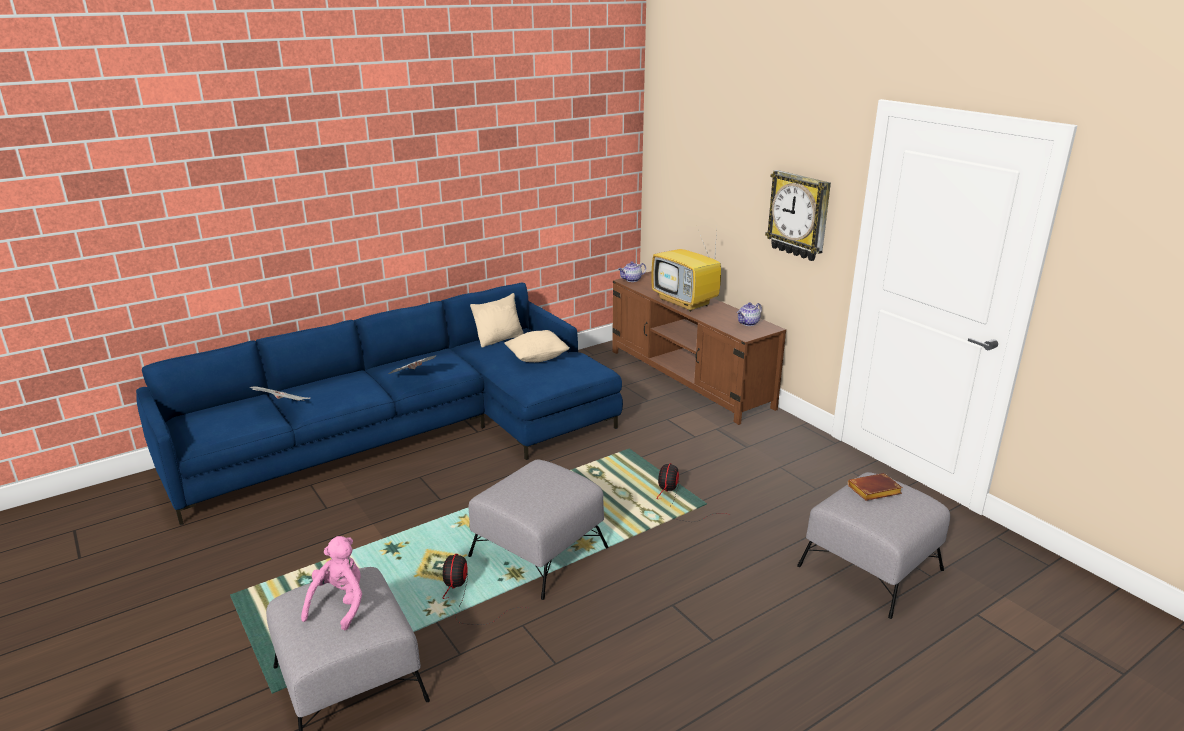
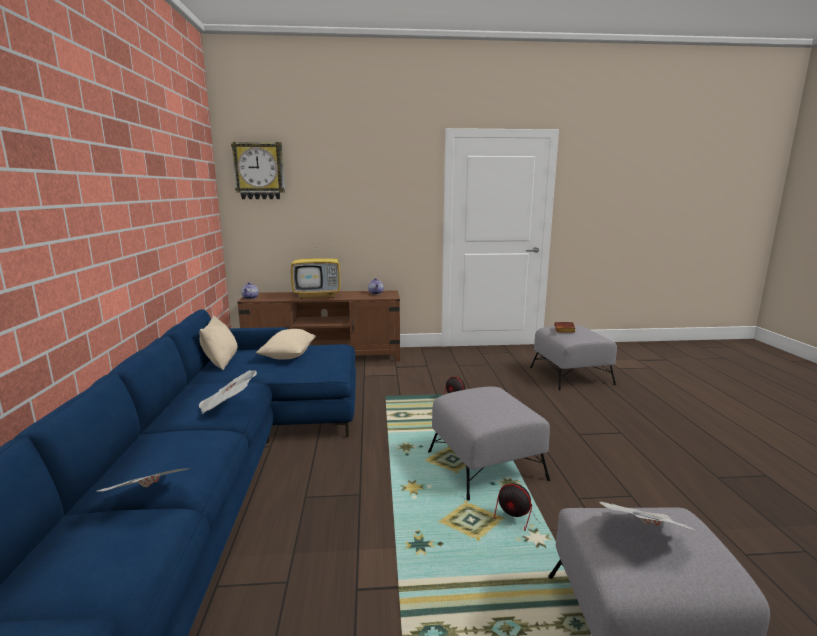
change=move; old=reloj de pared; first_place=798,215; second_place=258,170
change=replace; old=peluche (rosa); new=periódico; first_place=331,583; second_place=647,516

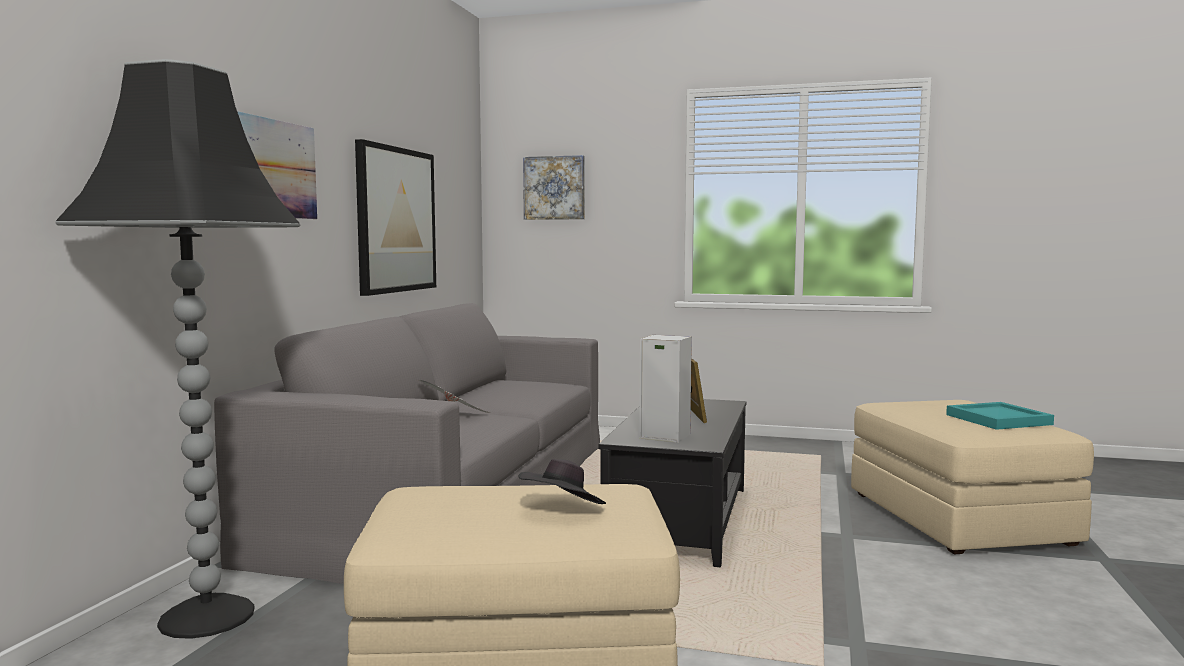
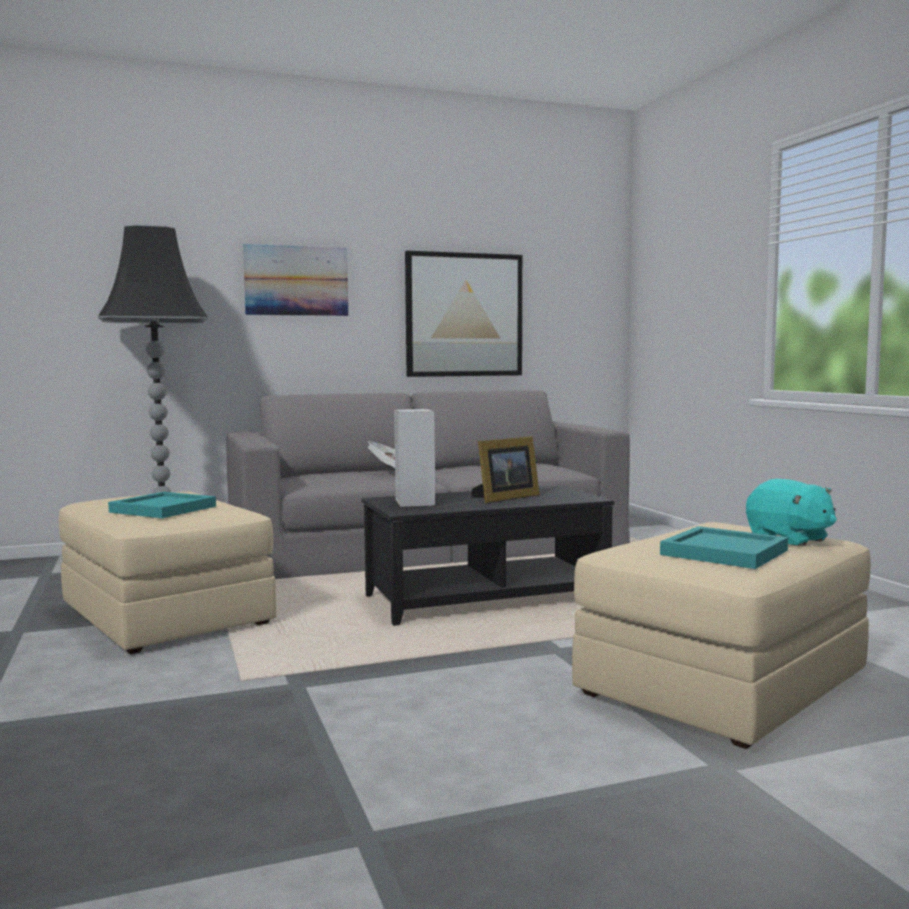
change=delete; old=cuadro; first_place=554,187
change=replace; old=sombrero (negro); new=bandeja (turquesa); first_place=562,481; second_place=162,505
change=insert; new=peluche (turquesa); second_place=791,512

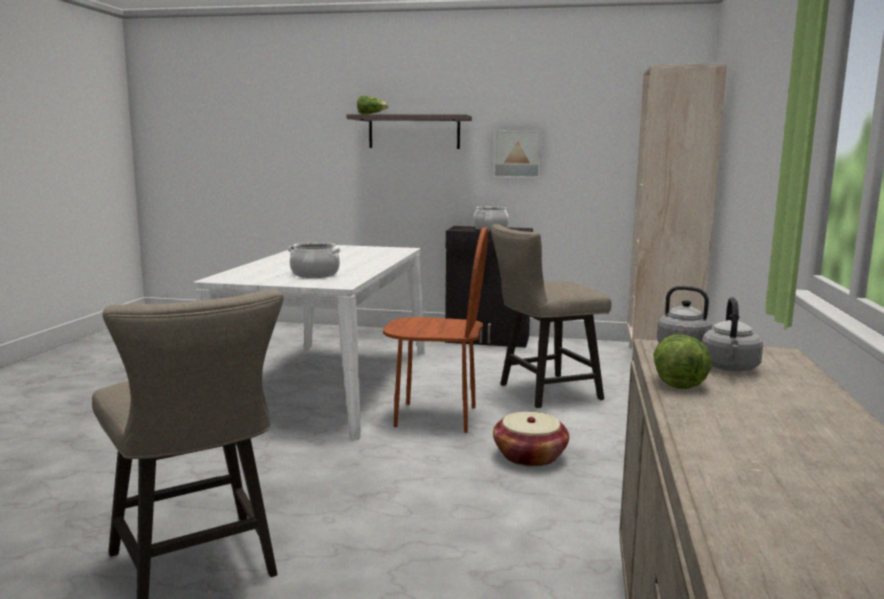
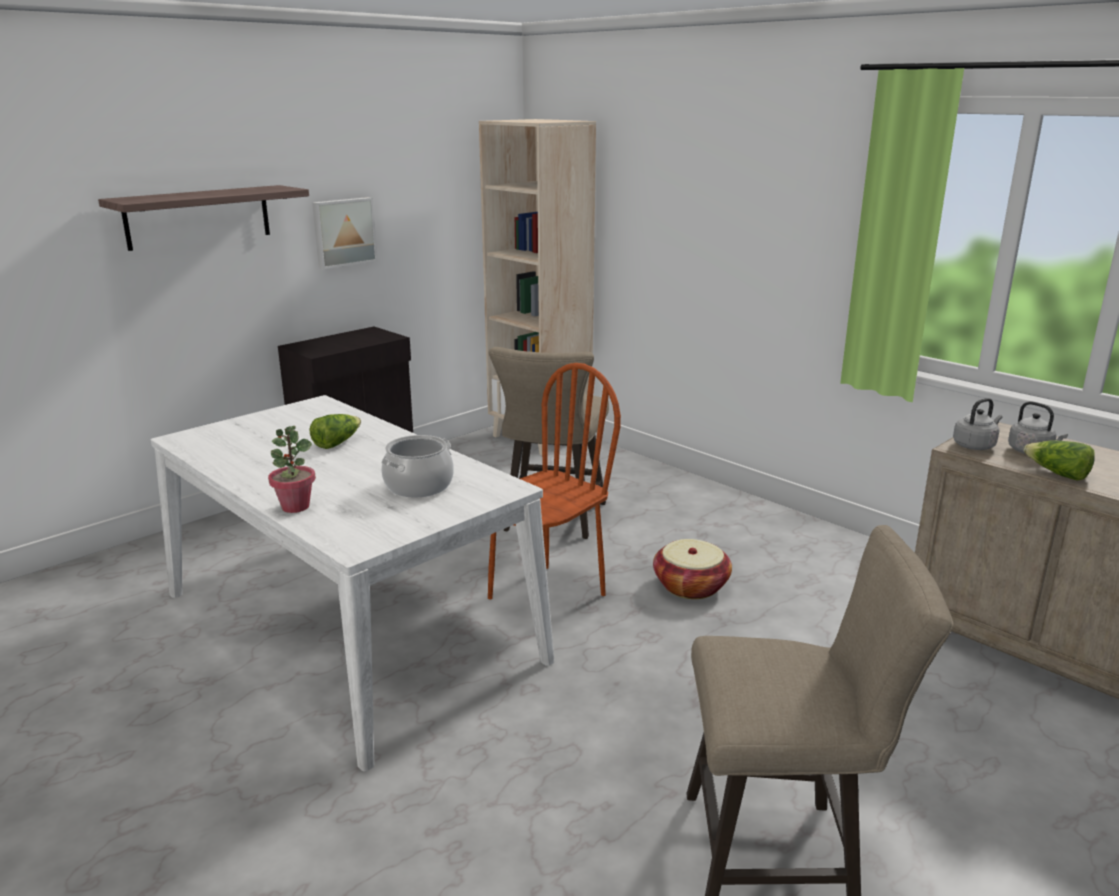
change=move; old=lechuga; first_place=373,105; second_place=335,431
change=delete; old=olla; first_place=491,218
change=insert; new=planta en maceta; second_place=292,469

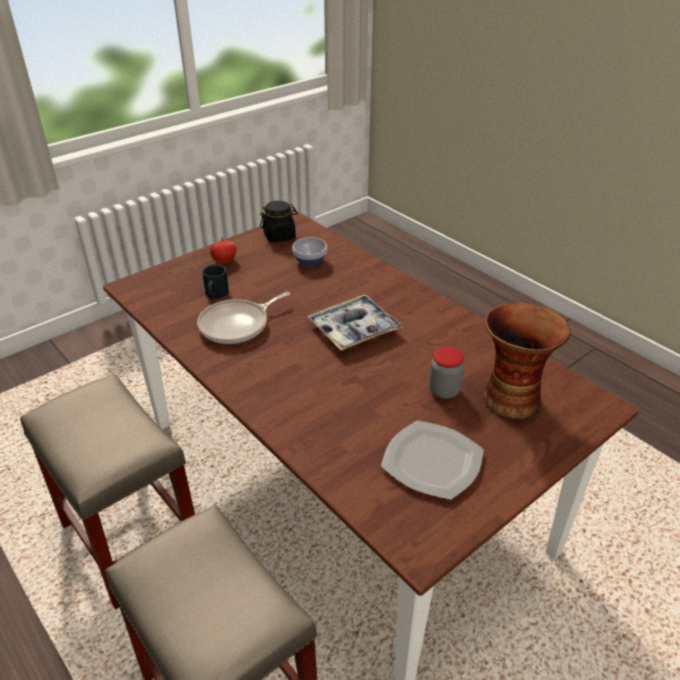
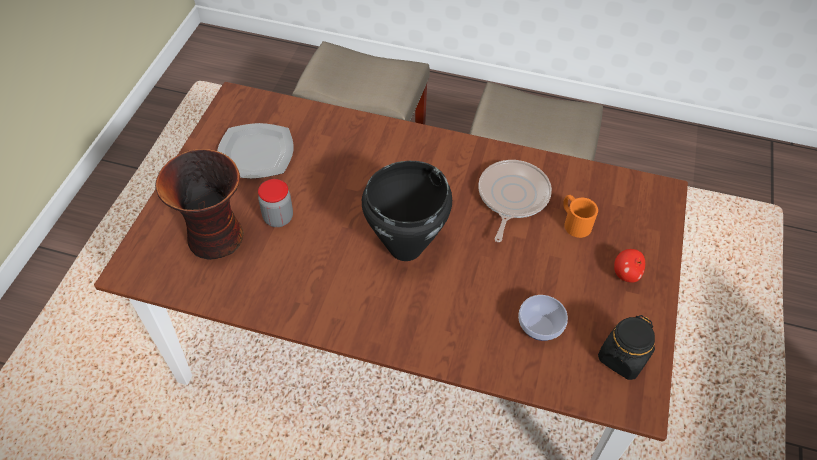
change=recolor; old=taza grande (negro); new=taza grande (naranja); first_place=215,282; second_place=580,216
change=replace; old=bandeja; new=olla (negro); first_place=355,322; second_place=407,211

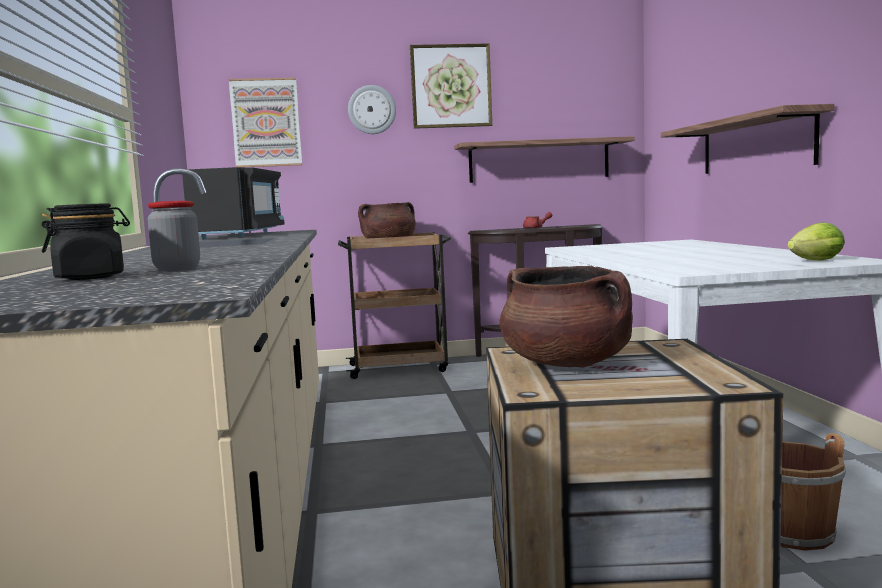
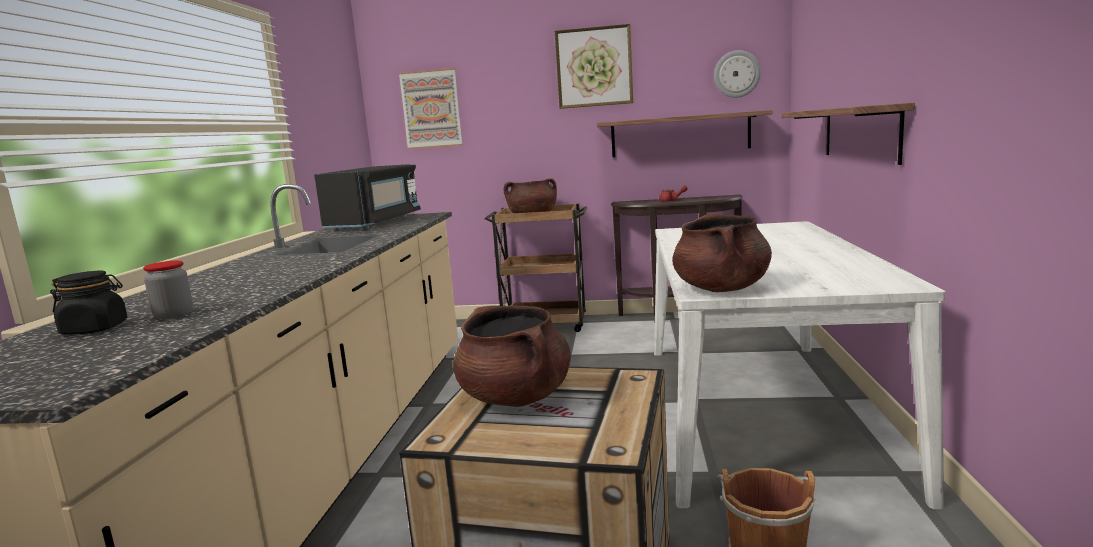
change=move; old=reloj de pared; first_place=372,109; second_place=737,74
change=delete; old=lechuga; first_place=816,241
change=insert; new=olla (marrón); second_place=722,253

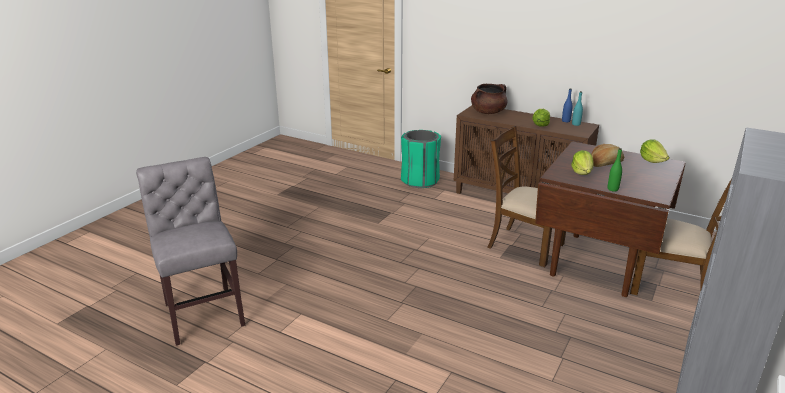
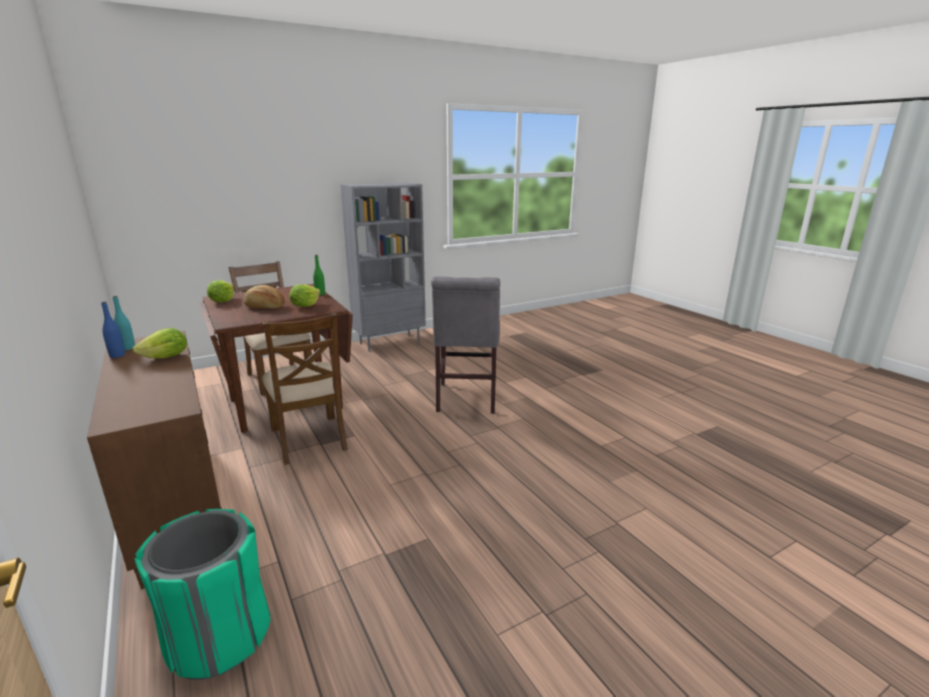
change=delete; old=olla (marrón); first_place=489,99
change=move; old=silla (gris); first_place=190,251; second_place=465,345

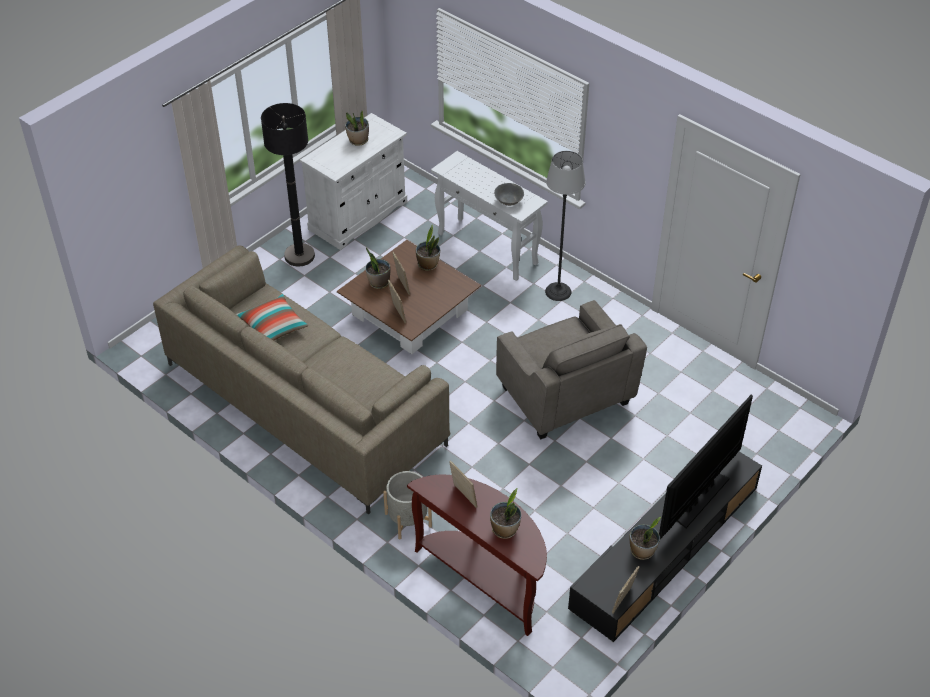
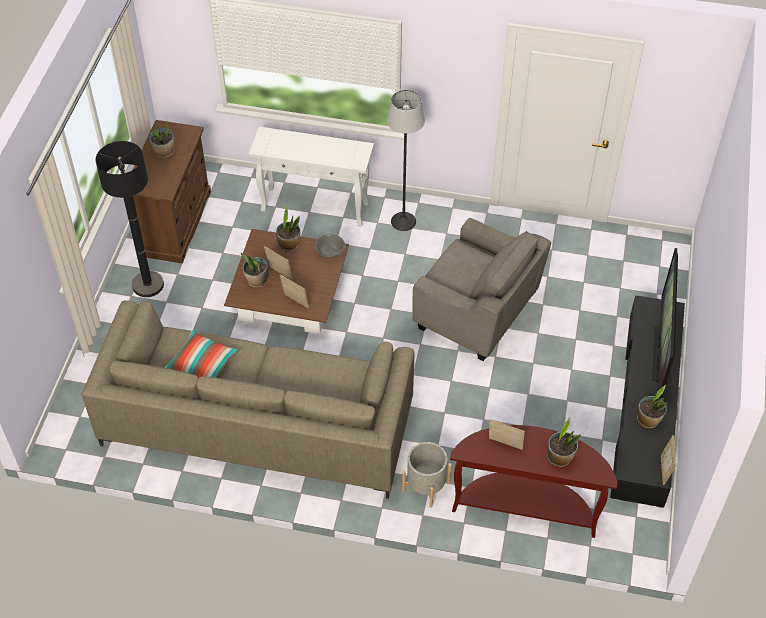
change=recolor; old=armario (blanco); new=armario (marrón); first_place=353,181; second_place=172,191
change=move; old=cuenco (gris); first_place=509,194; second_place=330,246

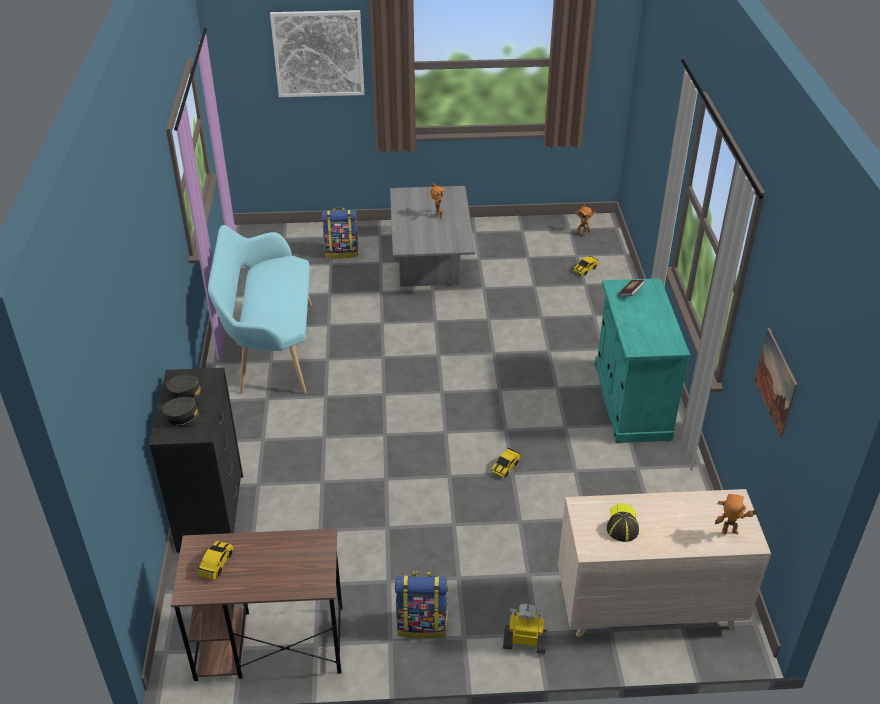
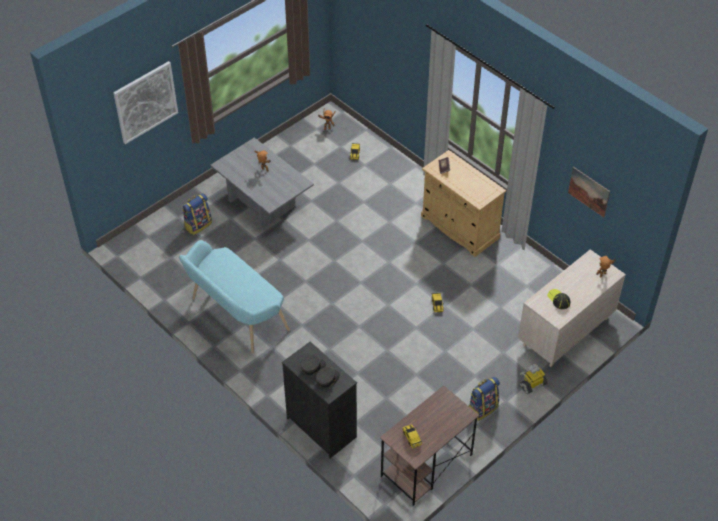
change=recolor; old=armario (turquesa); new=armario (beis); first_place=642,360; second_place=463,203

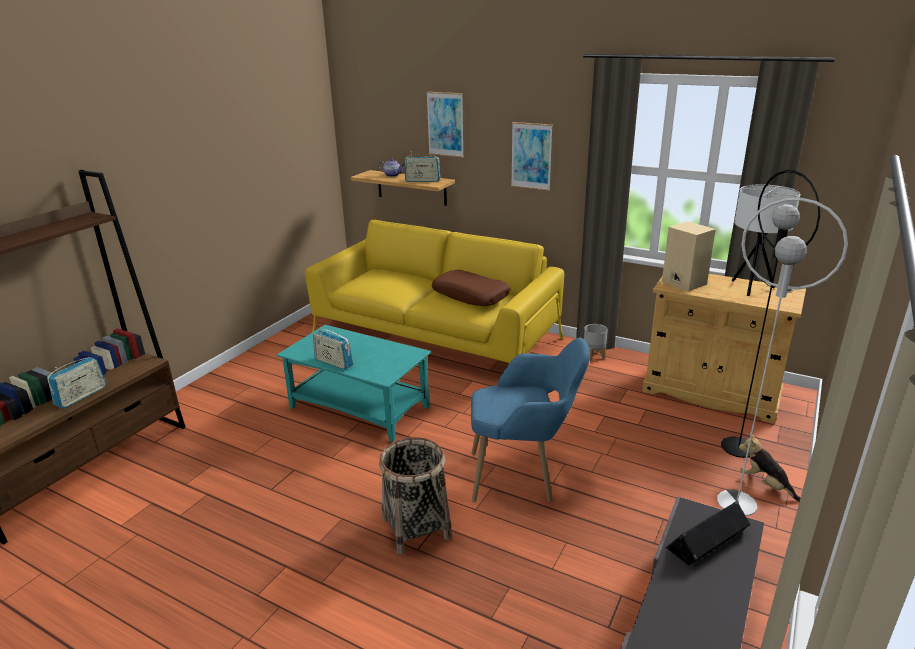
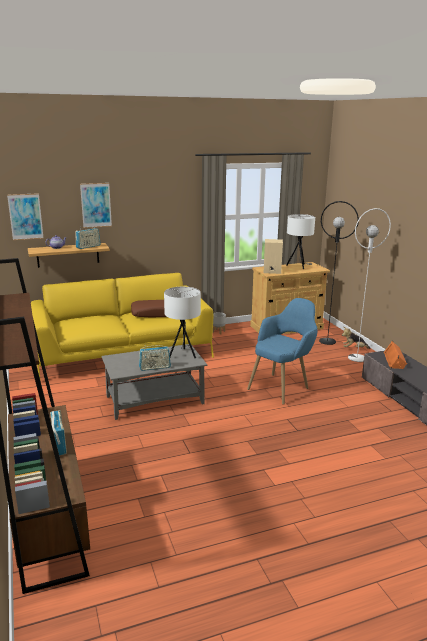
change=move; old=cuadro; first_place=532,156; second_place=25,216
change=recolor; old=mesa de centro (turquesa); new=mesa de centro (gris); first_place=354,383; second_place=154,382
change=delete; old=cesta; first_place=415,496
change=recolor; old=altavoz (negro); new=altavoz (naranja); first_place=708,533; second_place=395,355
change=insert; new=lámpara de mesa (blanco); second_place=182,322

